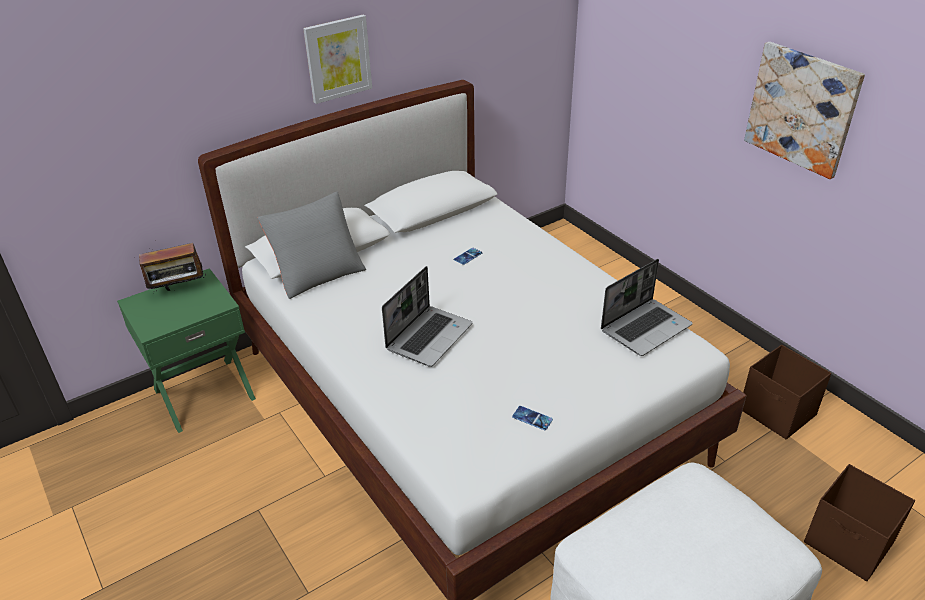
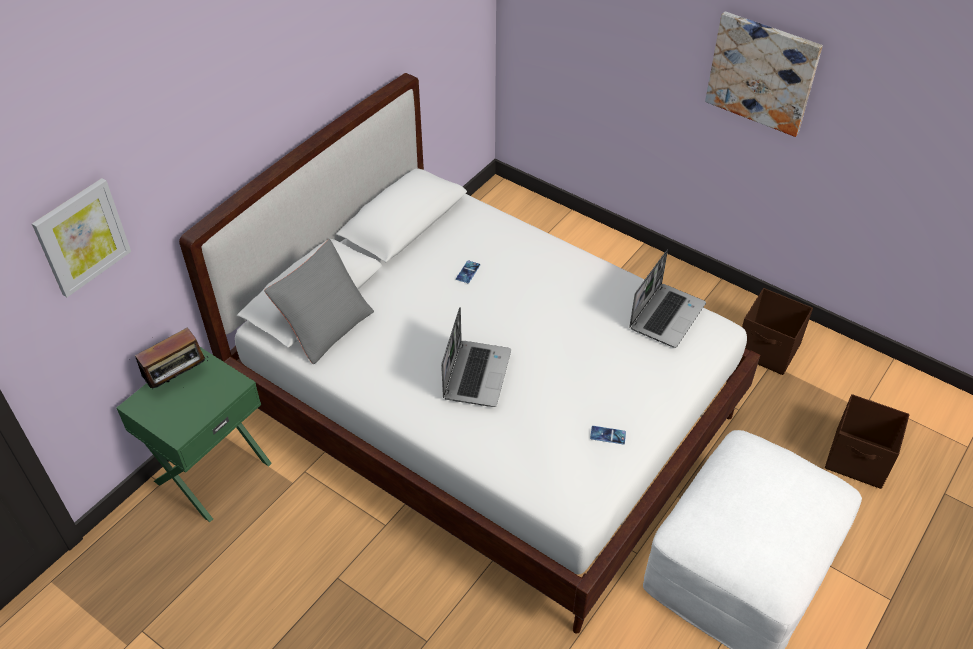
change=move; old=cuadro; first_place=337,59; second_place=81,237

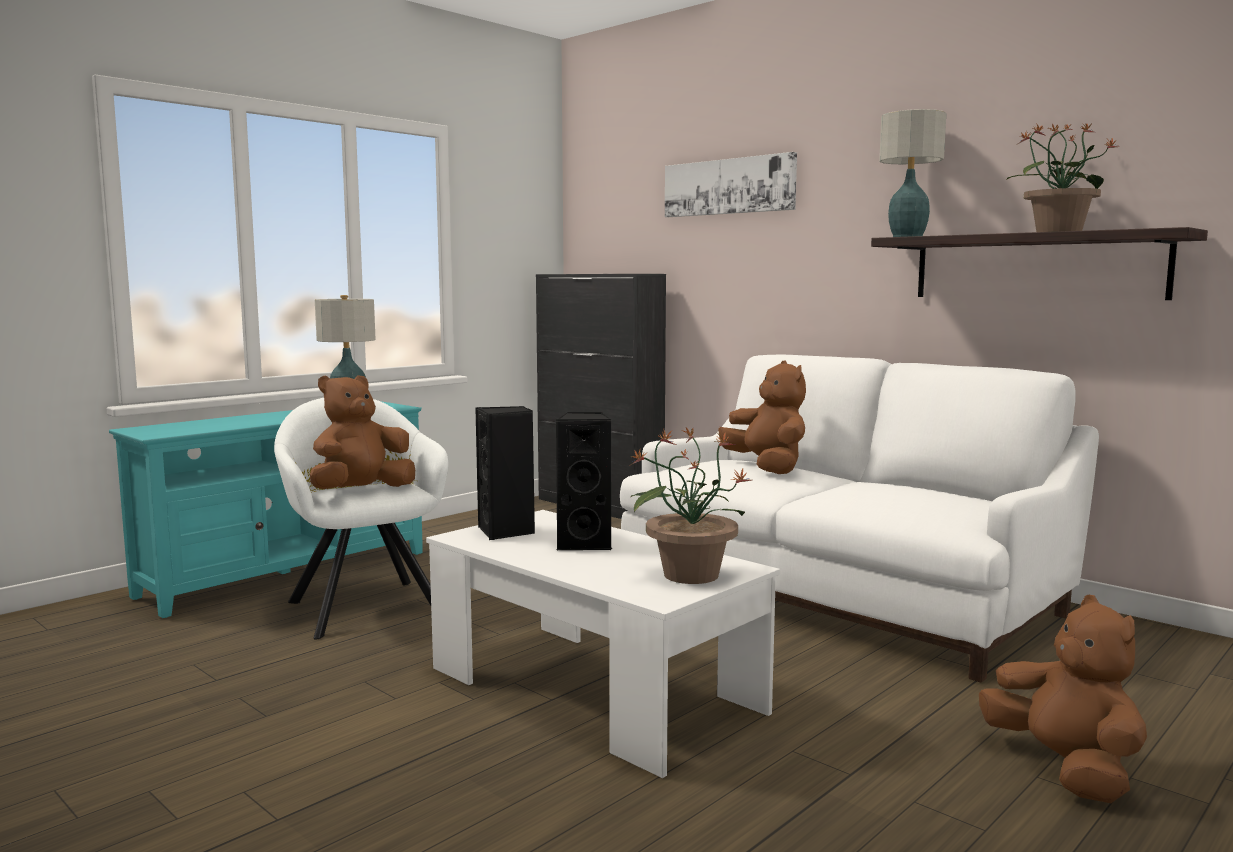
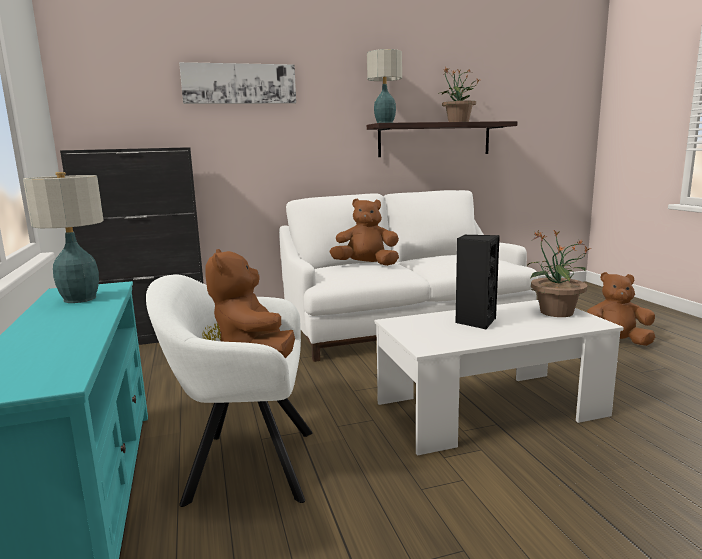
change=delete; old=altavoz (negro); first_place=505,473

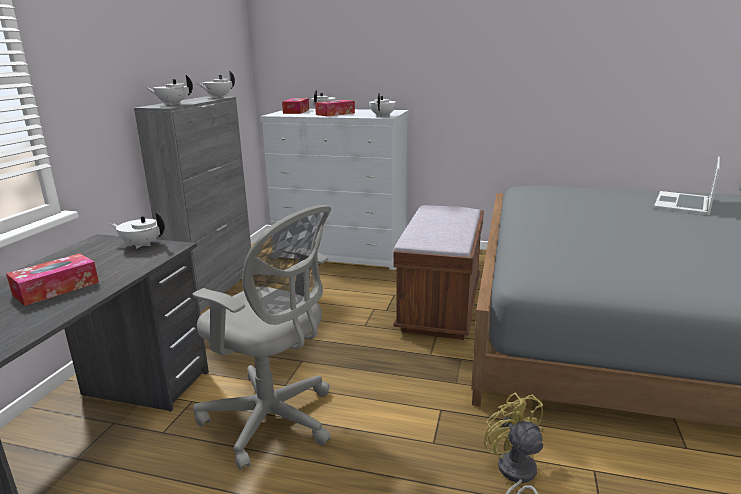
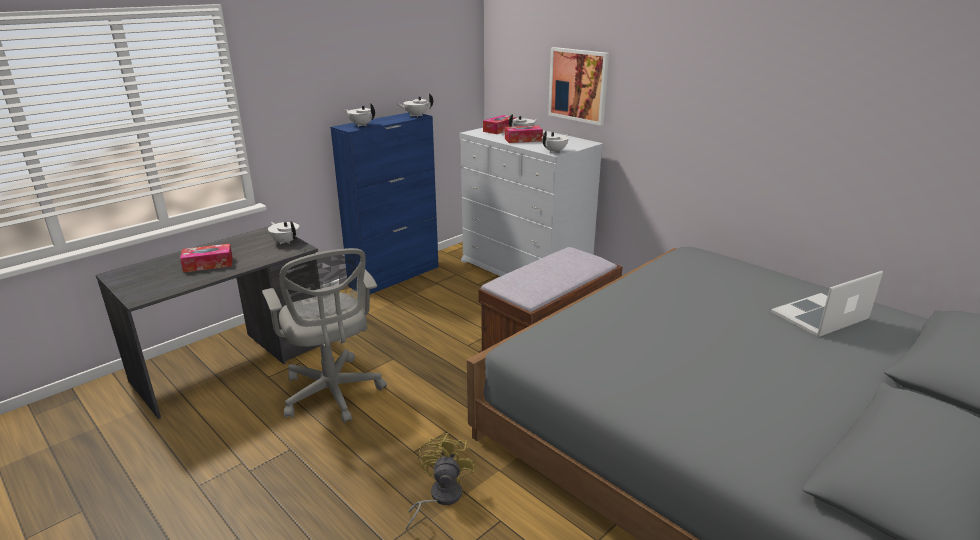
change=recolor; old=armario (gris); new=armario (azul); first_place=192,204; second_place=384,203
change=insert; new=cuadro; second_place=578,86

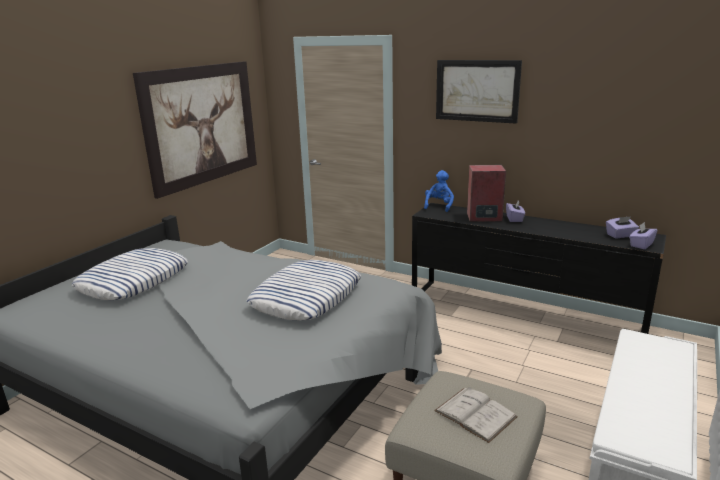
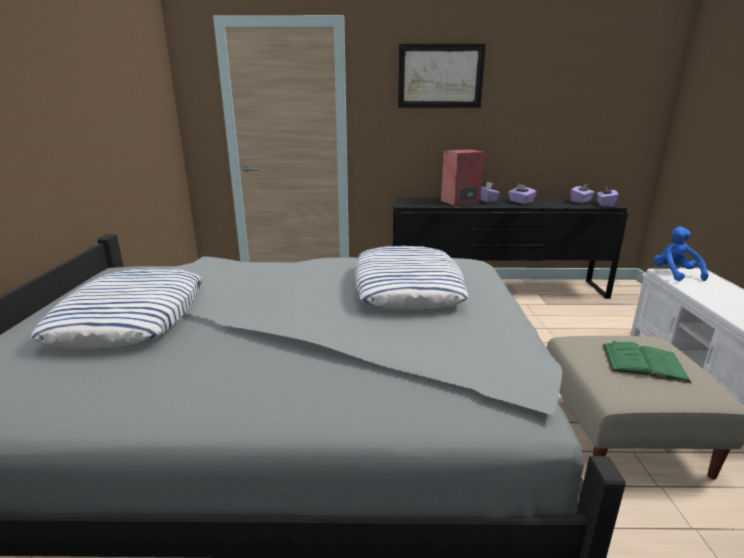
change=delete; old=cuadro; first_place=195,130
change=move; old=peluche (azul); first_place=439,191; second_place=681,254
change=recolor; old=libro (blanco); new=libro (verde); first_place=476,415; second_place=647,362
change=insert; new=caja de pañuelos (morado); second_place=522,194

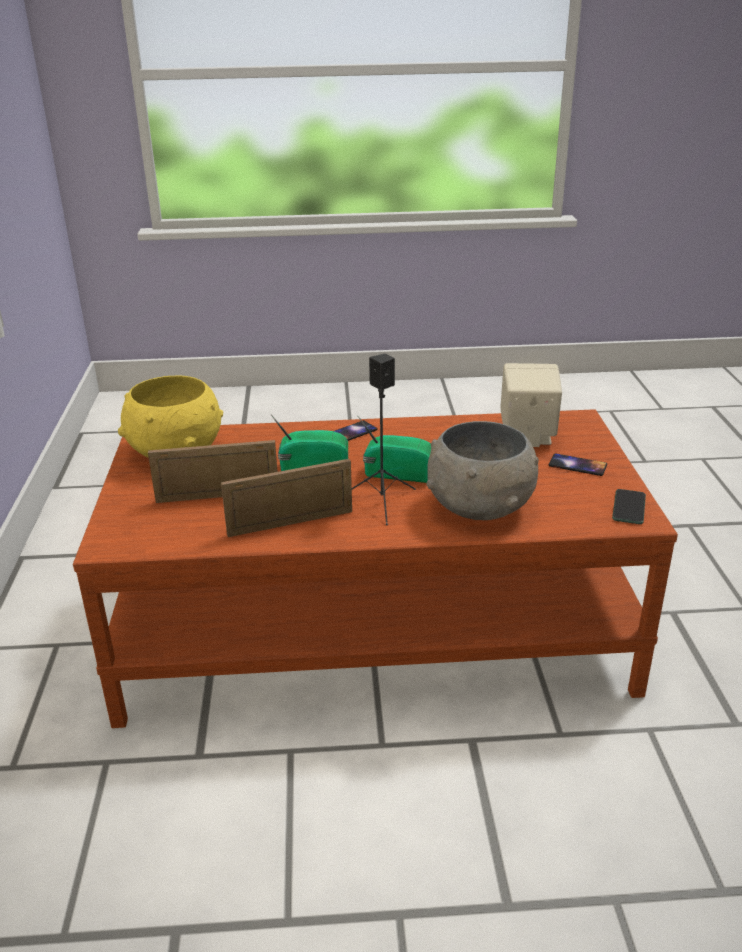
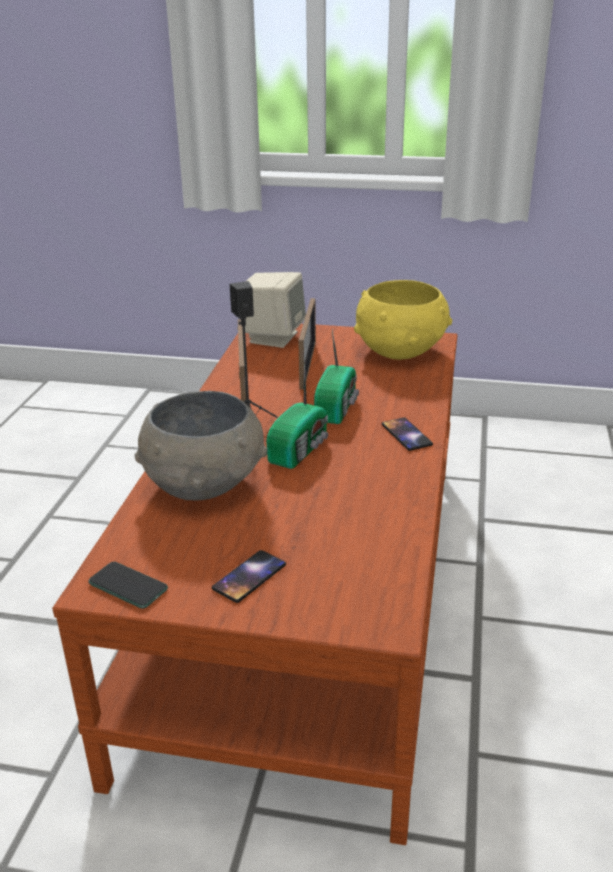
change=move; old=altavoz (beis); first_place=531,405; second_place=275,310

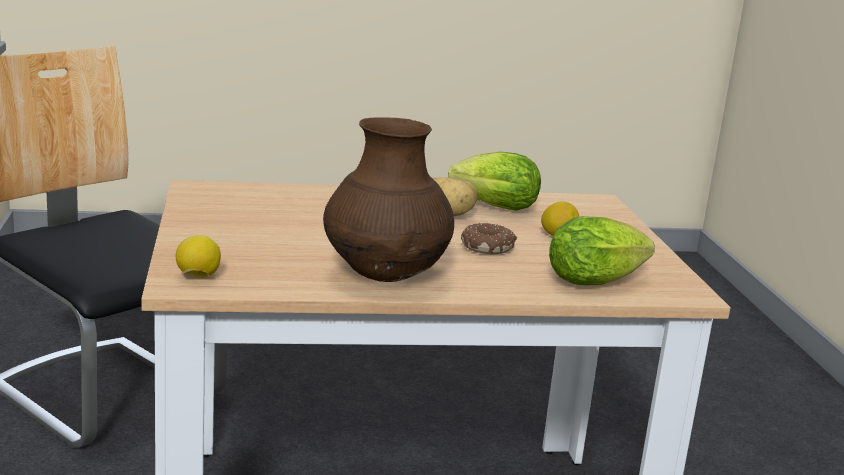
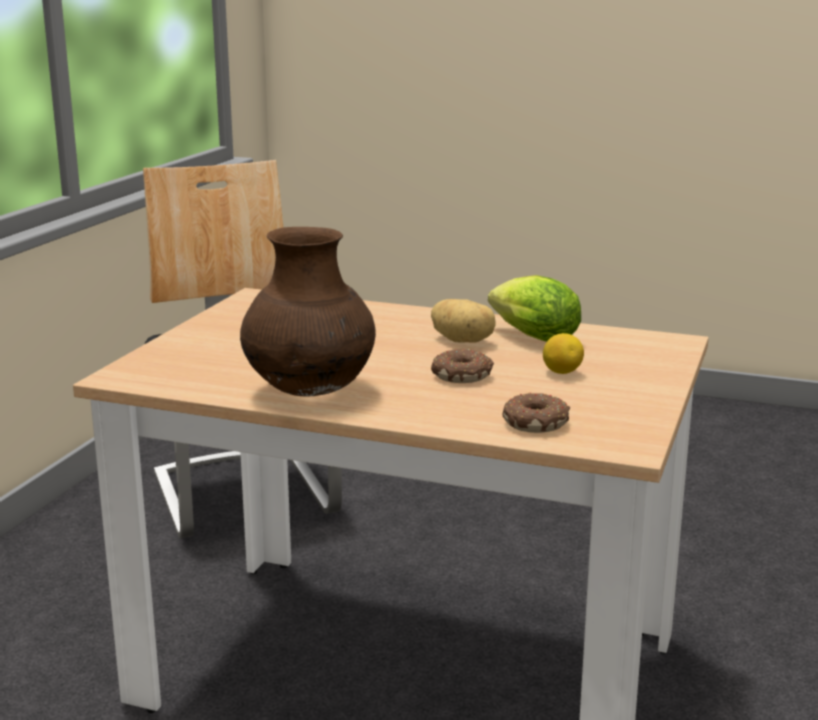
change=replace; old=lechuga; new=rosquilla; first_place=602,250; second_place=536,413
change=delete; old=limón; first_place=198,256

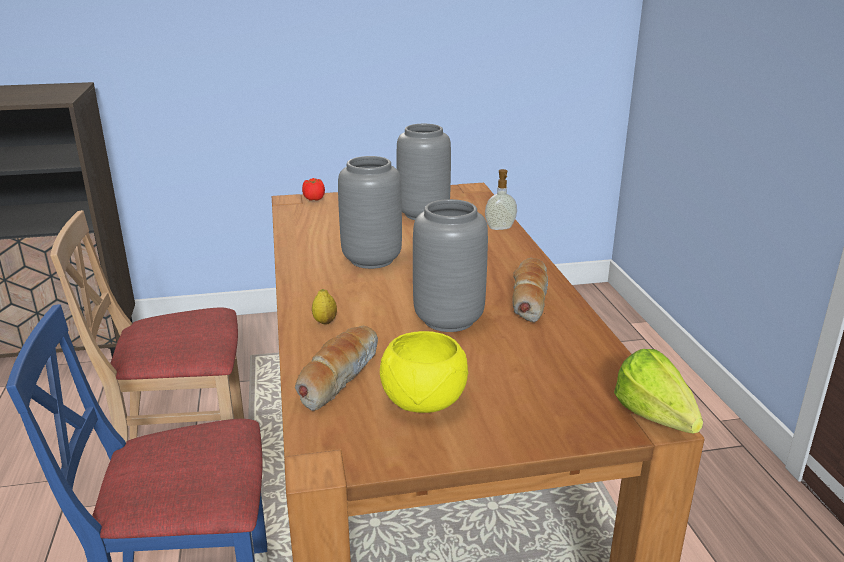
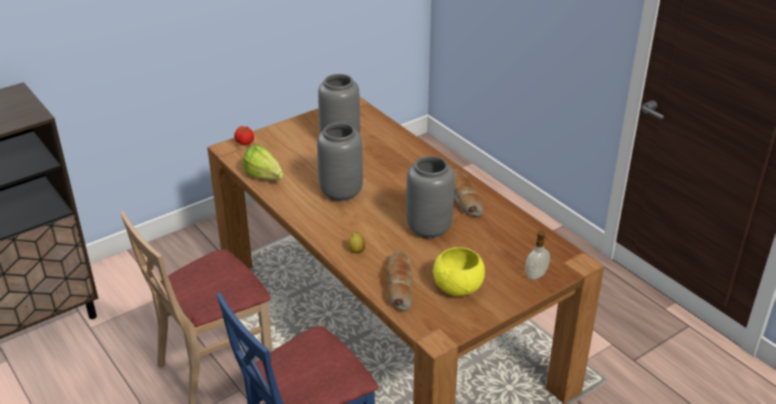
change=move; old=dispensador de jabón; first_place=501,199; second_place=537,255
change=move; old=lechuga; first_place=658,391; second_place=263,162

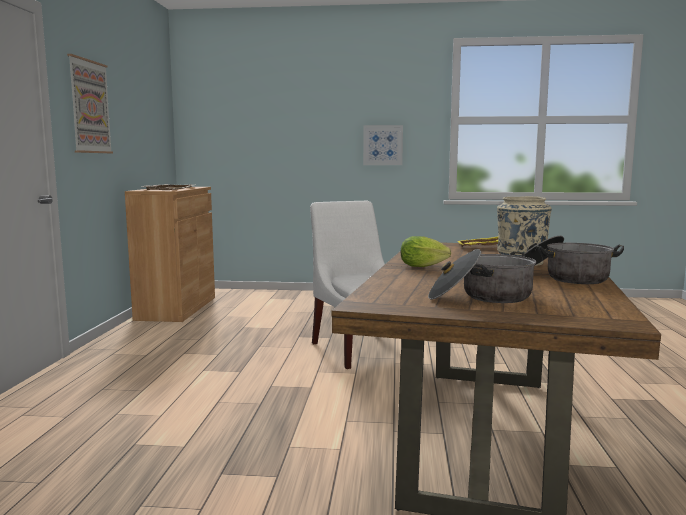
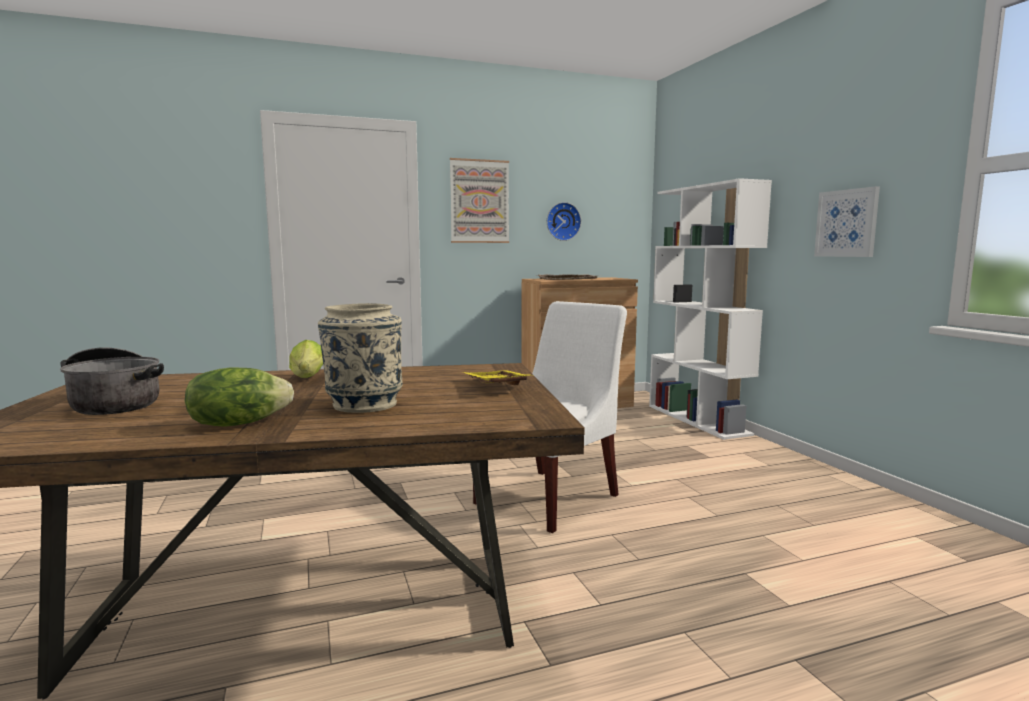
change=replace; old=olla; new=lechuga; first_place=574,260; second_place=239,397
change=insert; new=estantería (blanco); second_place=710,309
change=insert; new=reloj de pared; second_place=564,221

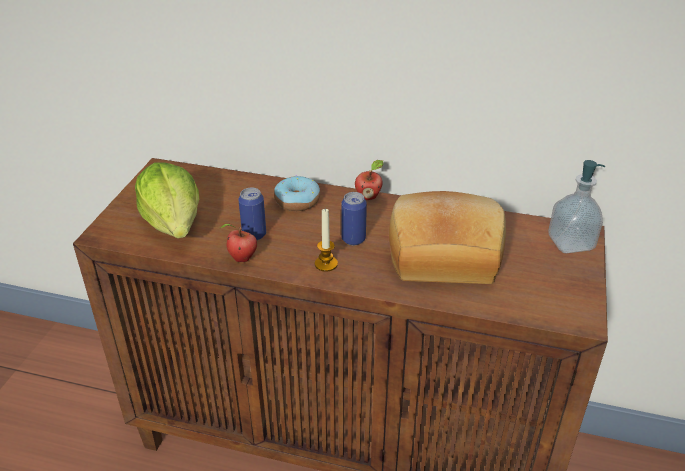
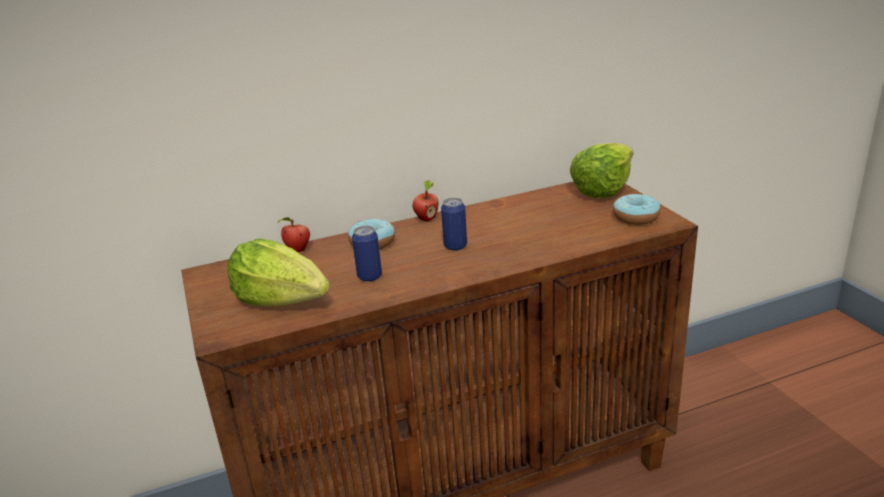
change=replace; old=dispensador de jabón; new=lechuga; first_place=577,206; second_place=601,170
change=delete; old=pan; first_place=447,237
change=delete; old=vela; first_place=326,240
change=move; old=manzana; first_place=238,243; second_place=294,235
change=insert; new=rosquilla; second_place=637,209

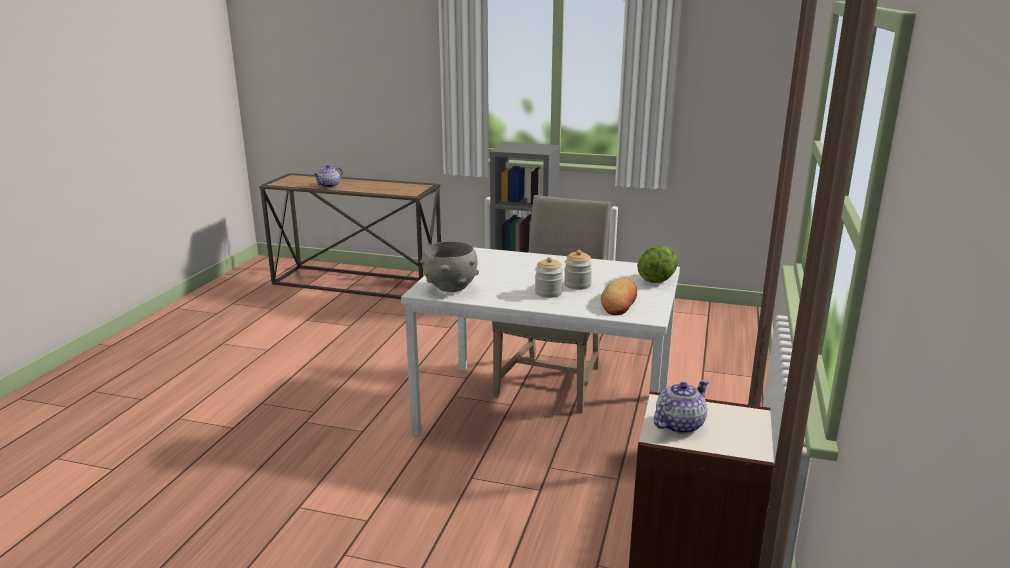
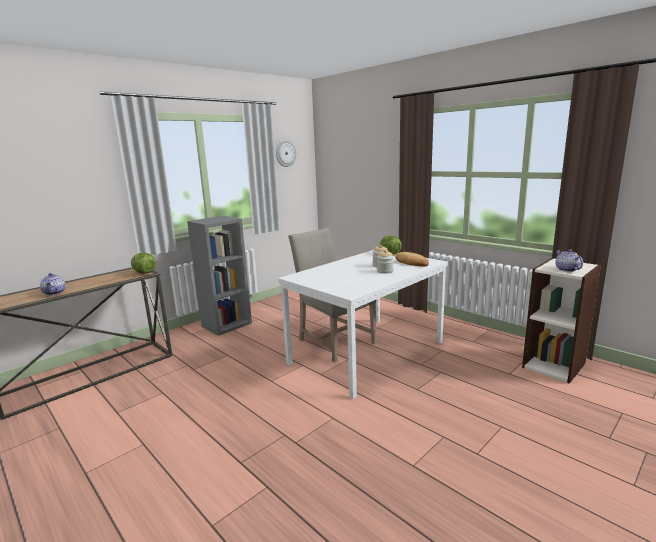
change=delete; old=cuenco (gris); first_place=449,266
change=insert; new=reloj de pared; second_place=286,153
change=insert; new=lechuga; second_place=143,263

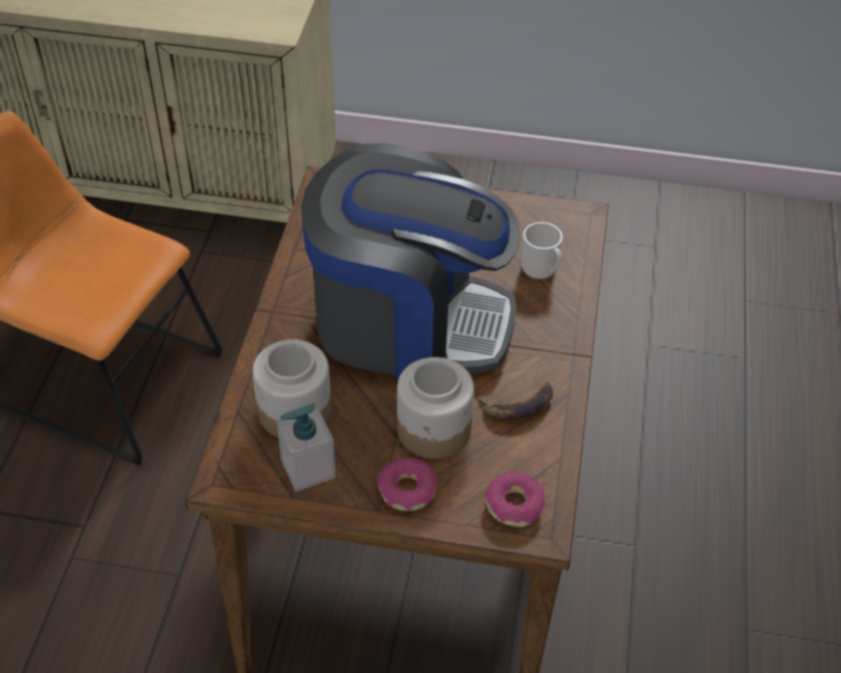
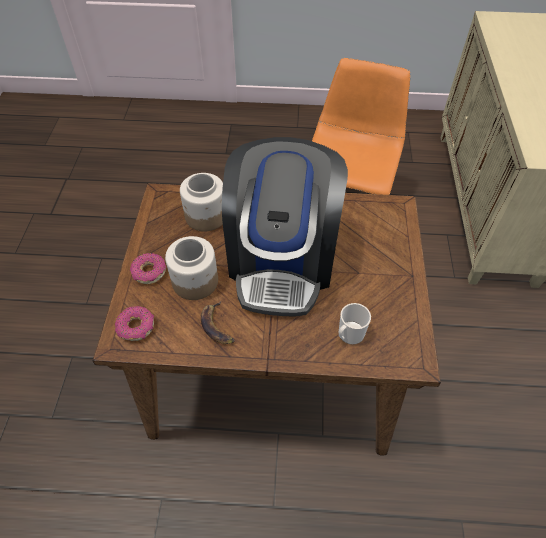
change=delete; old=dispensador de jabón; first_place=306,448

